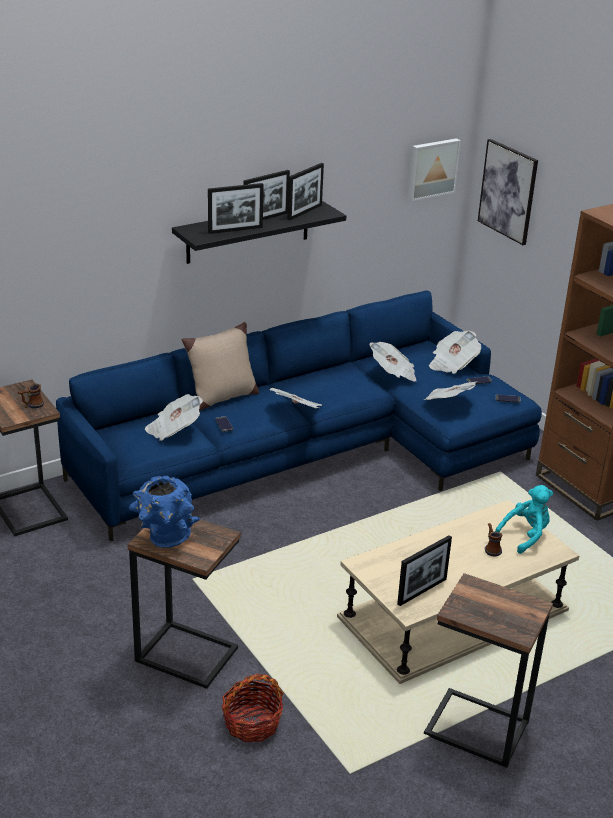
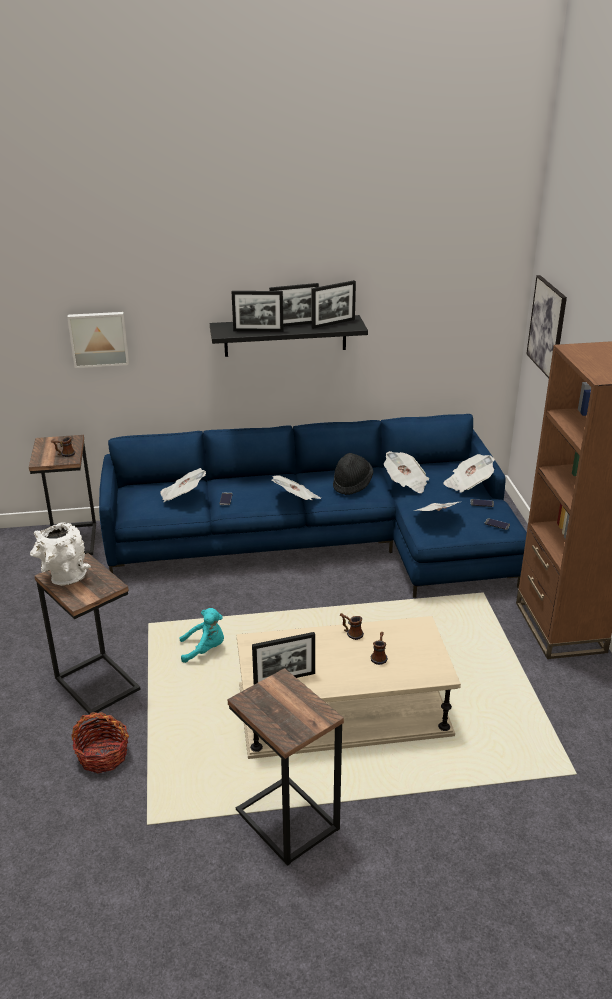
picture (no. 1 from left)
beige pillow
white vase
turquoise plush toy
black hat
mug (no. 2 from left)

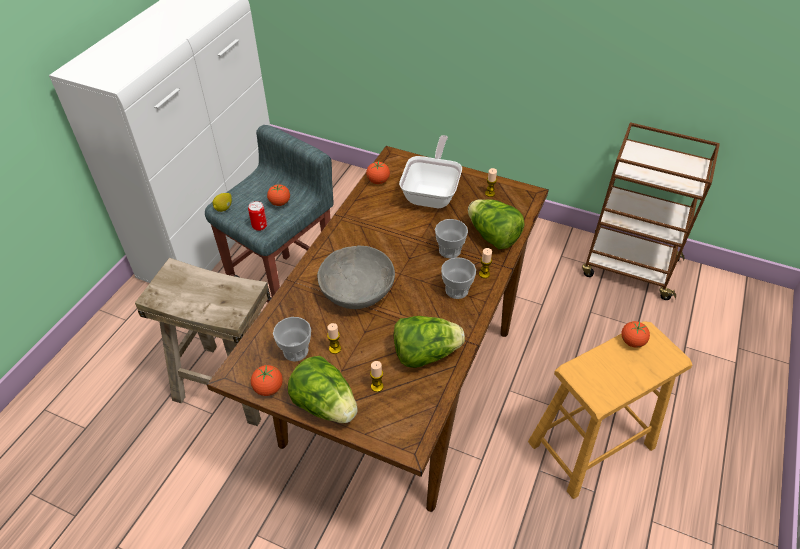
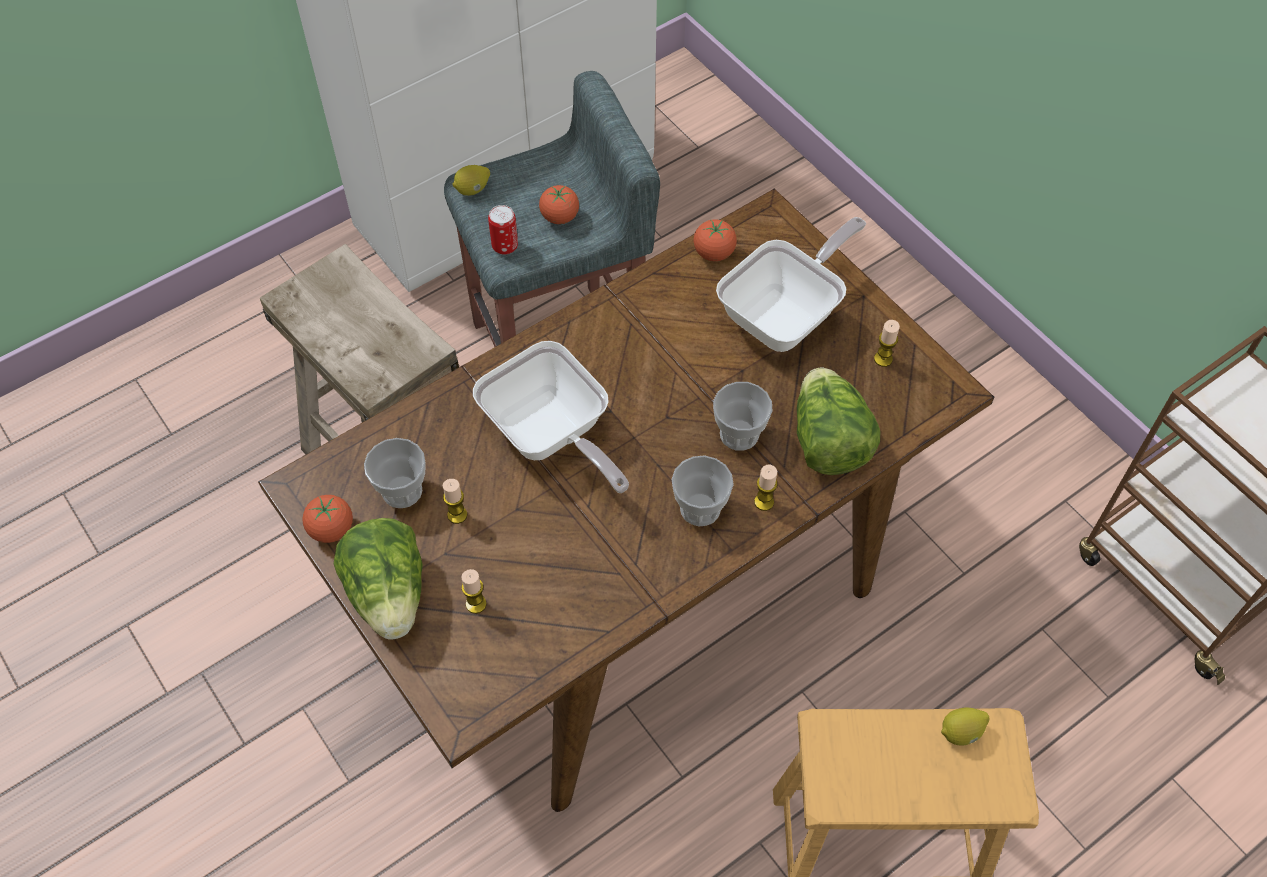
frying pan (no. 1 from left)
lettuce (no. 2 from left in the first image)
lemon (no. 2 from left)

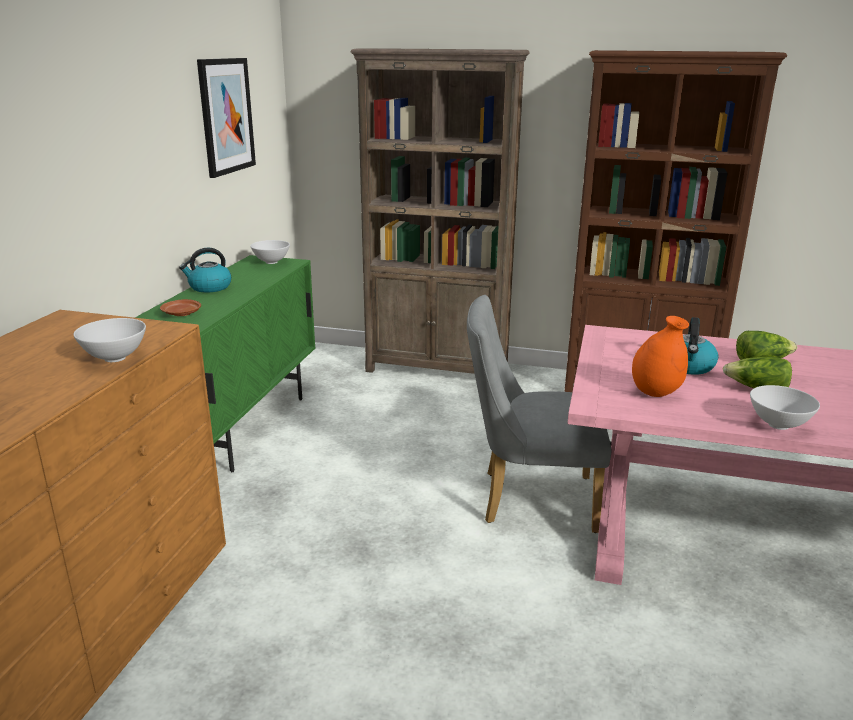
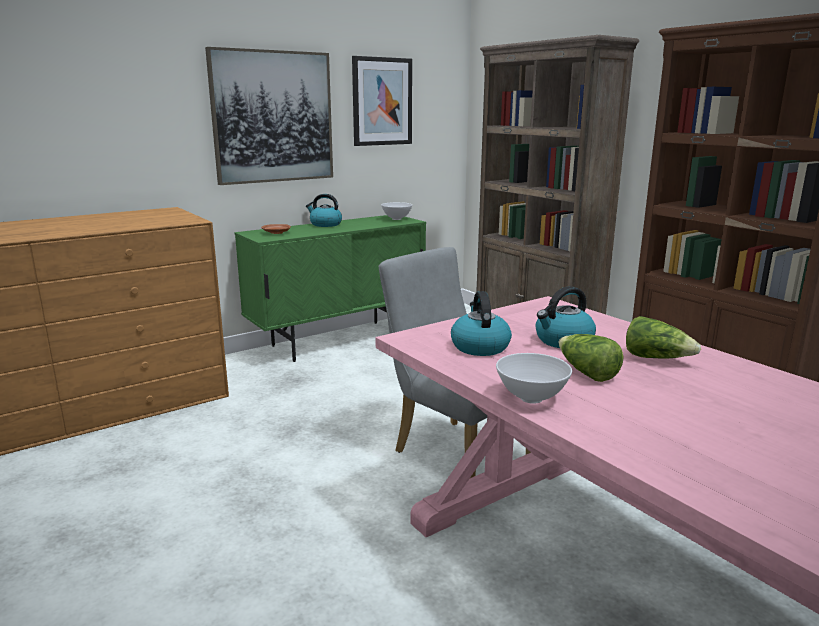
kettle (no. 2 from left)
white bowl (no. 1 from left in the first image)
picture (no. 1 from left)

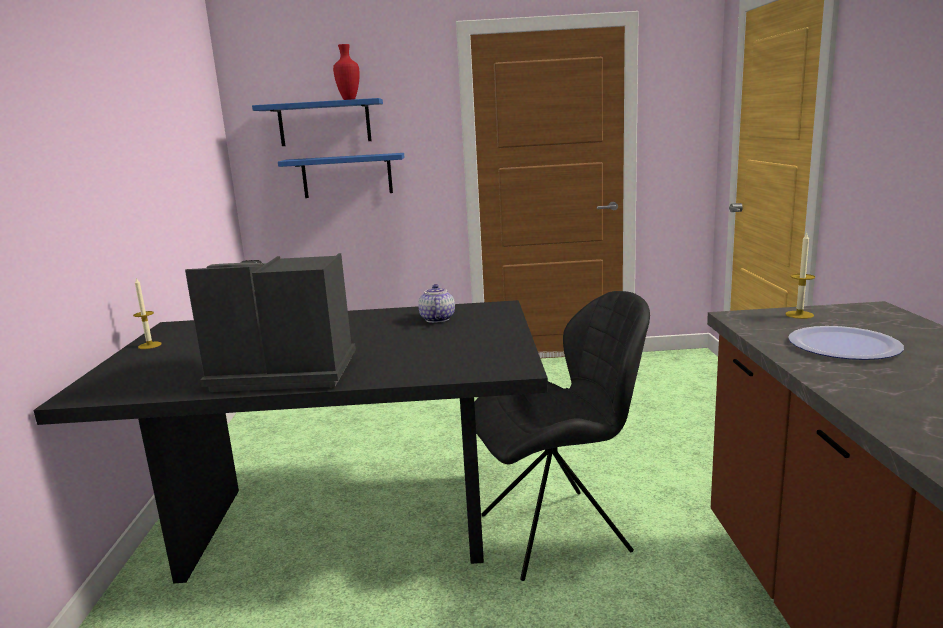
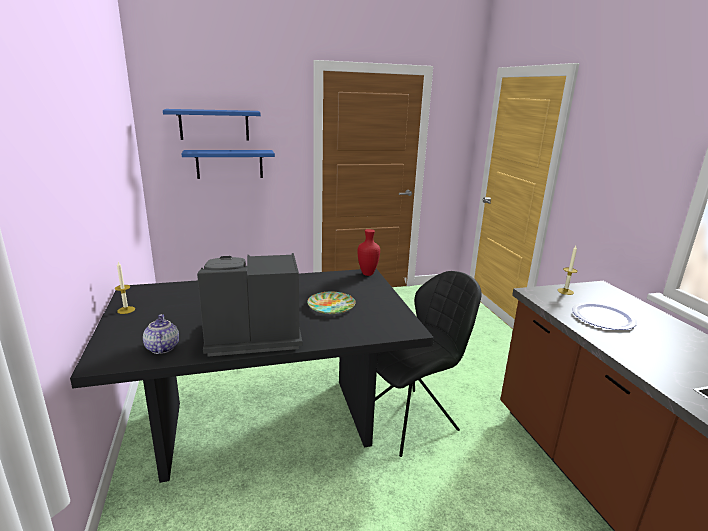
red vase
teapot
plate (no. 1 from left)

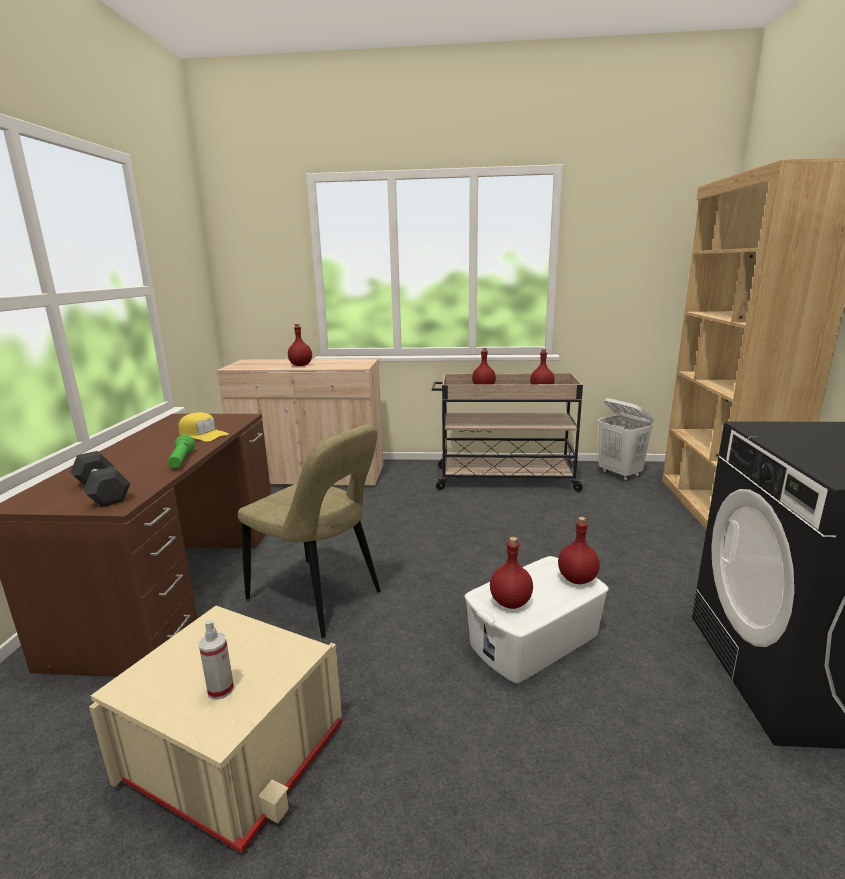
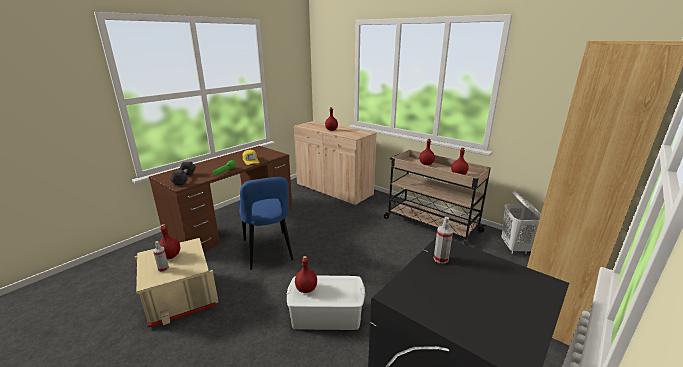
blue chair
red bottle (no. 1 from left)
spray bottle (no. 2 from left)

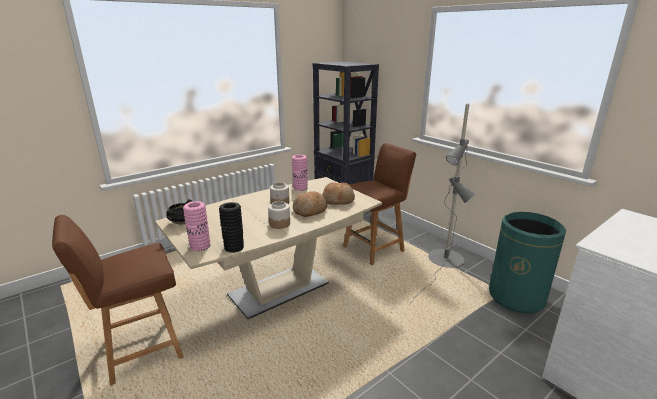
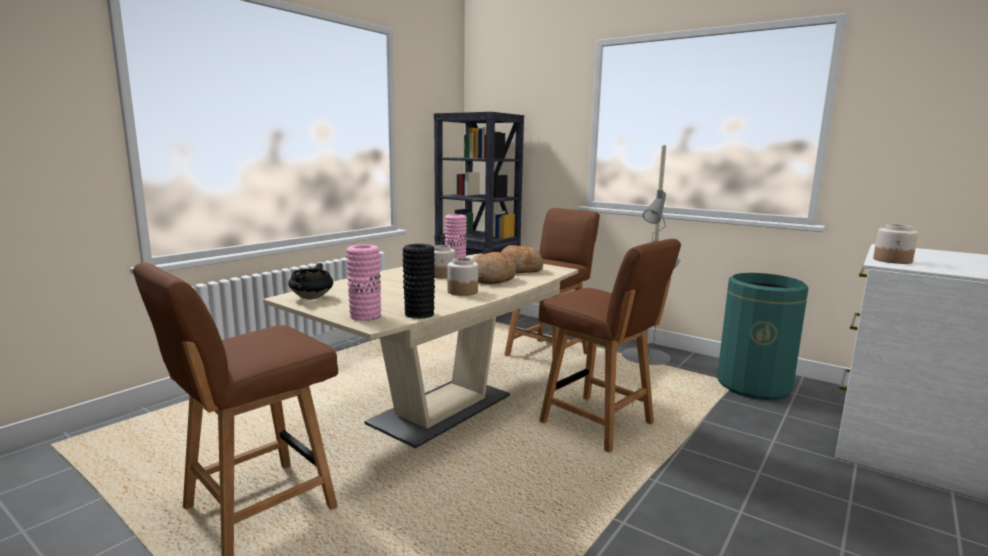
jar (no. 3 from left)
brown chair (no. 3 from left)

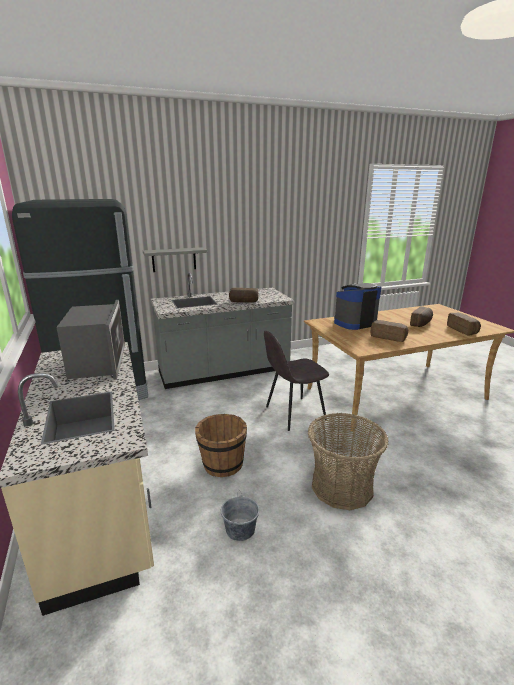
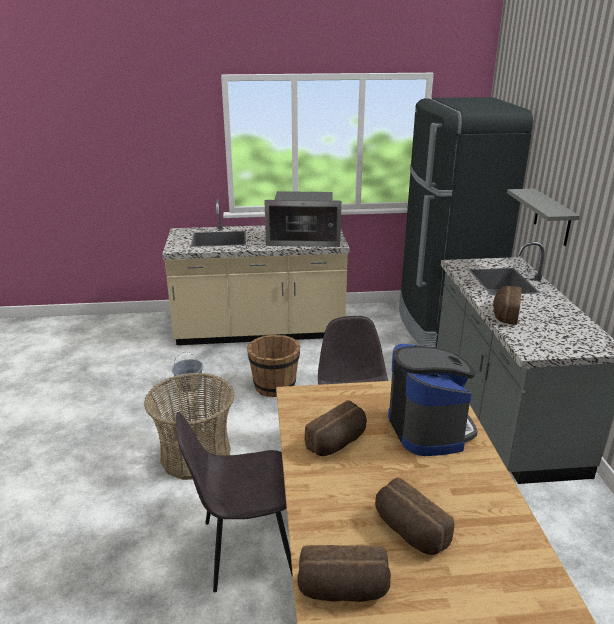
grey chair (no. 1 from left)

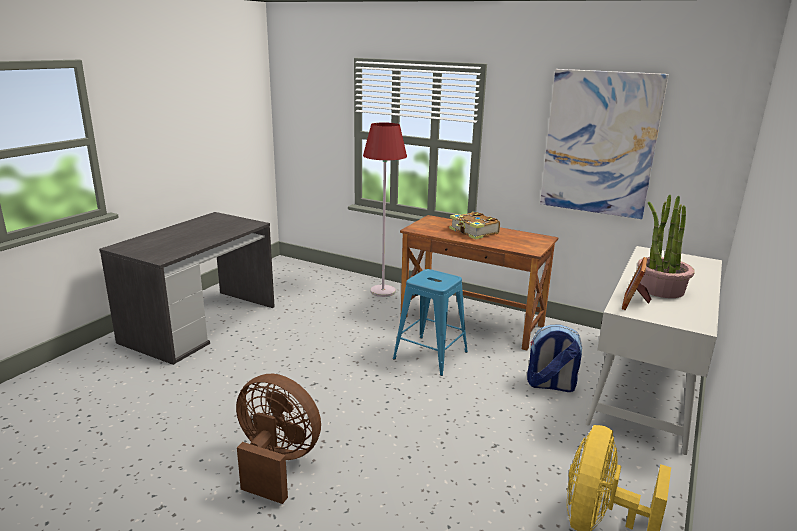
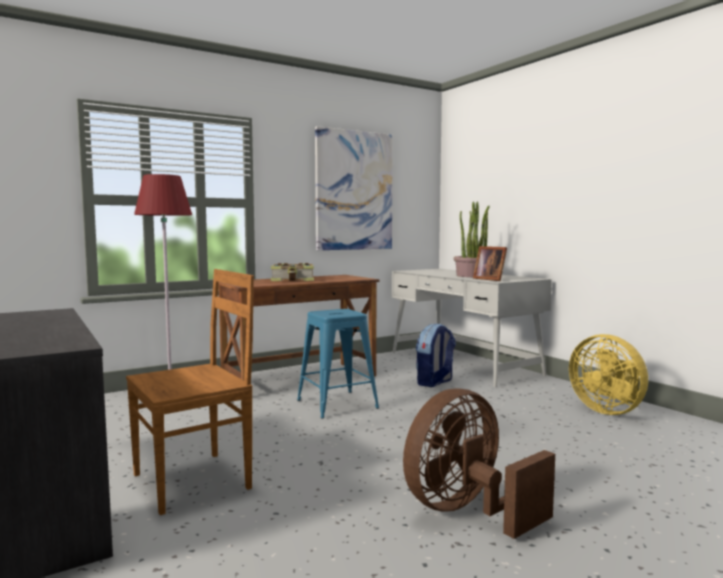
brown chair

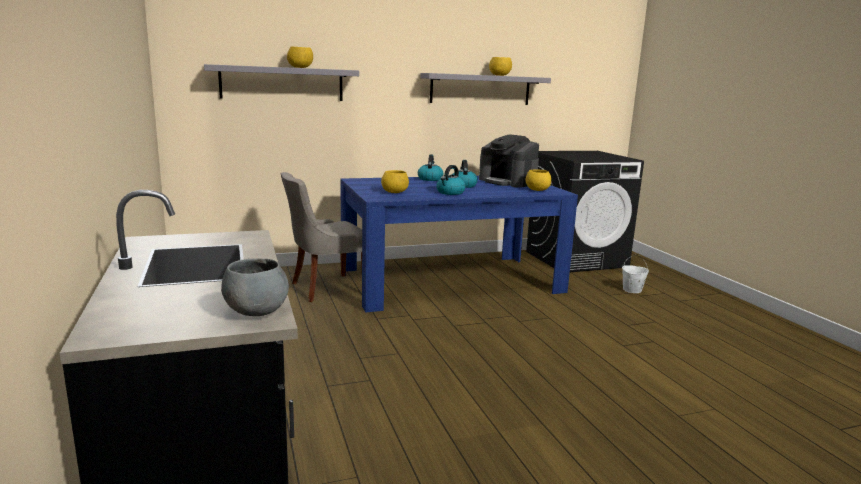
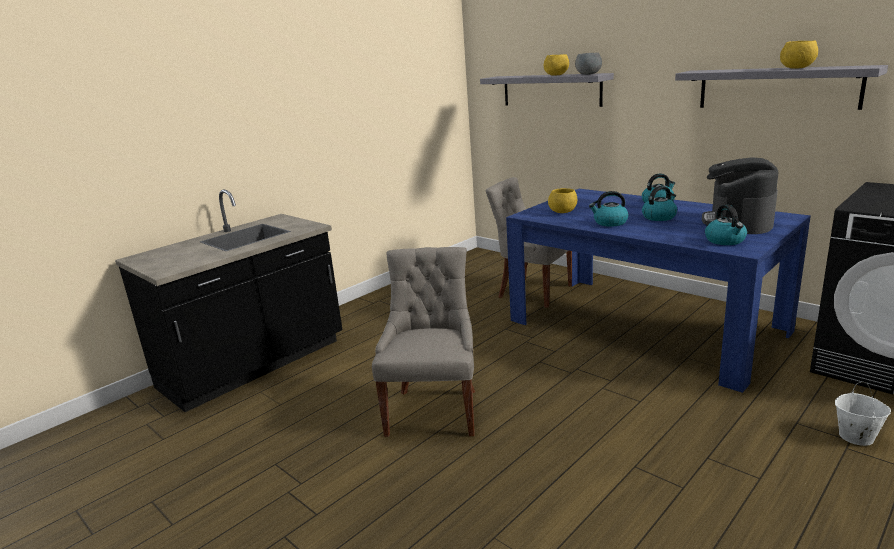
kettle (no. 4 from left)
grey bowl
grey chair (no. 1 from left)

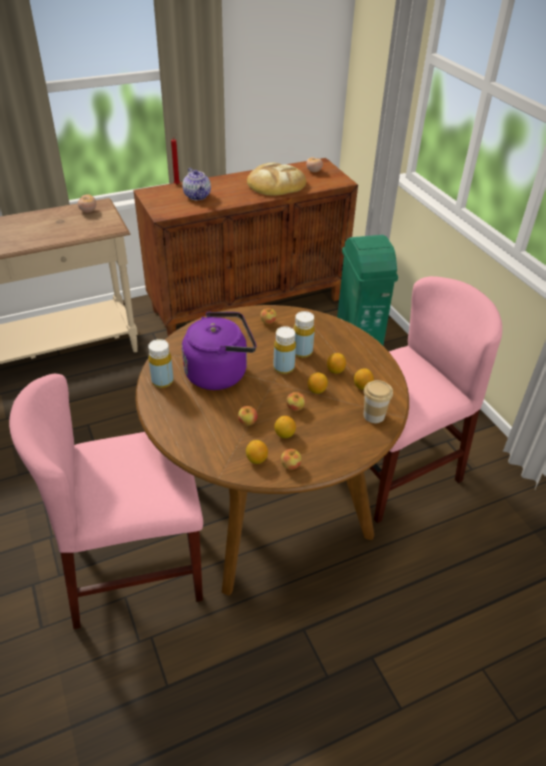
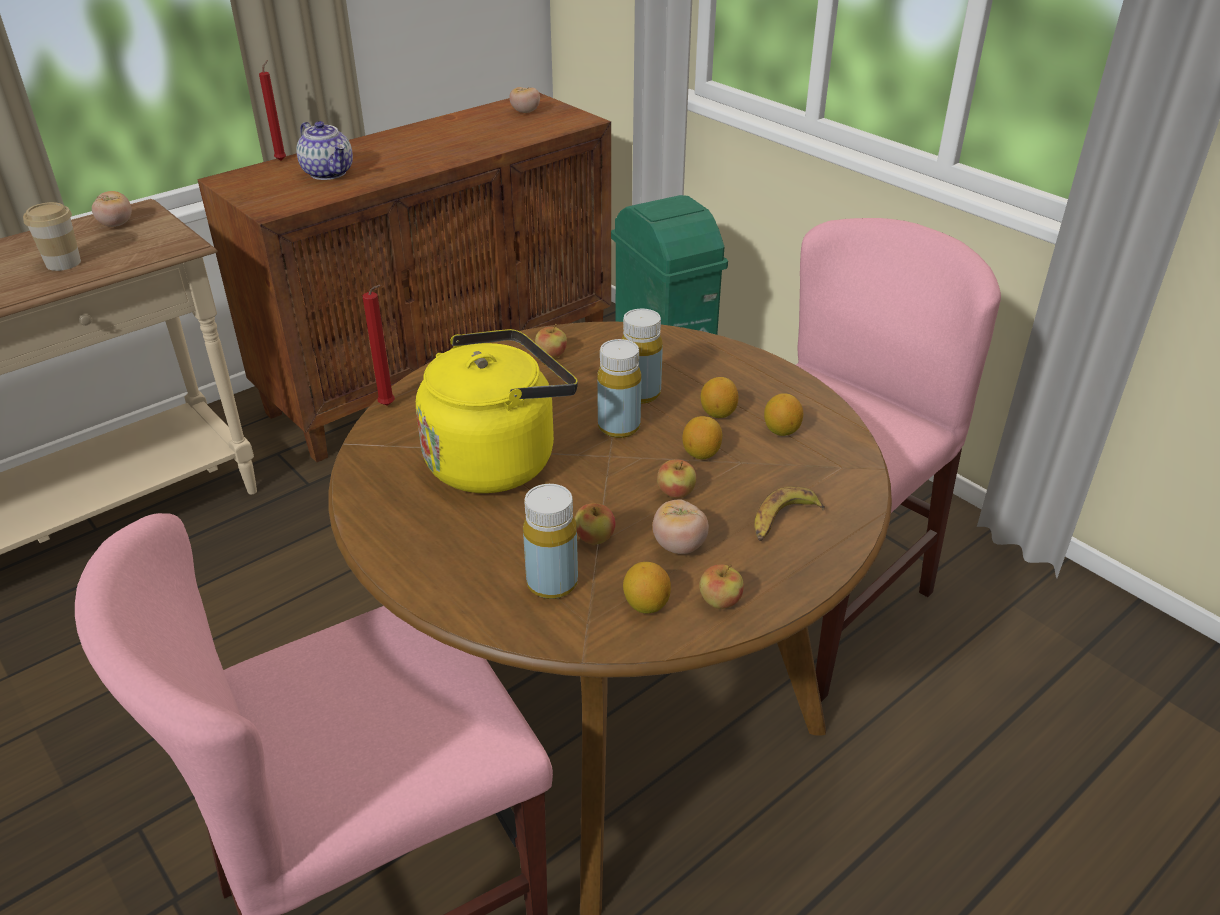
bread
yellow kettle
yellow bottle (no. 1 from left)
cup
tomato (no. 3 from left)
red candle (no. 2 from left)
banana

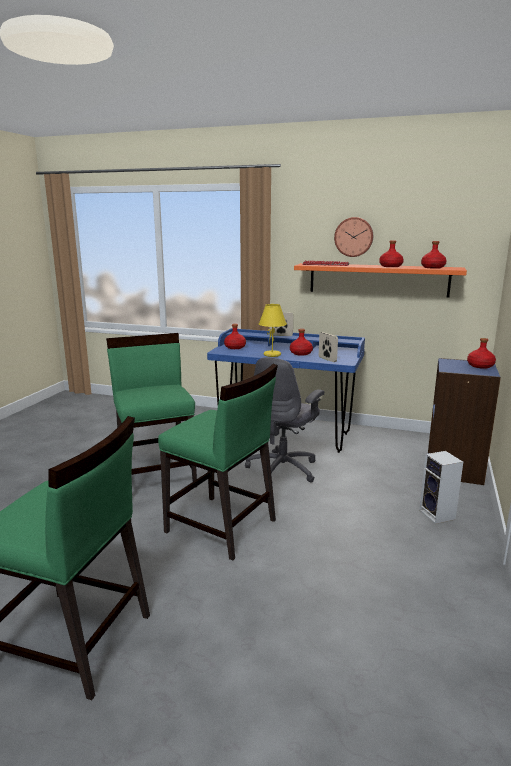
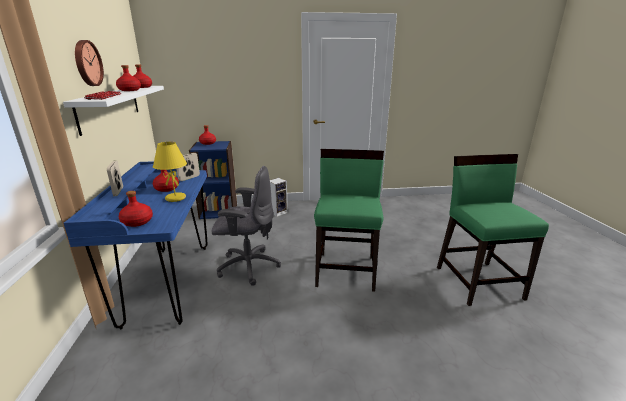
white shelf
green chair (no. 2 from left in the first image)

